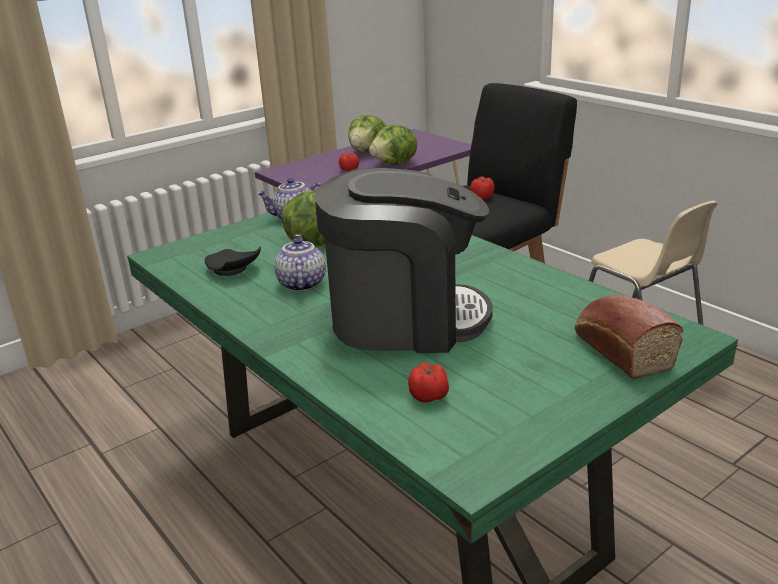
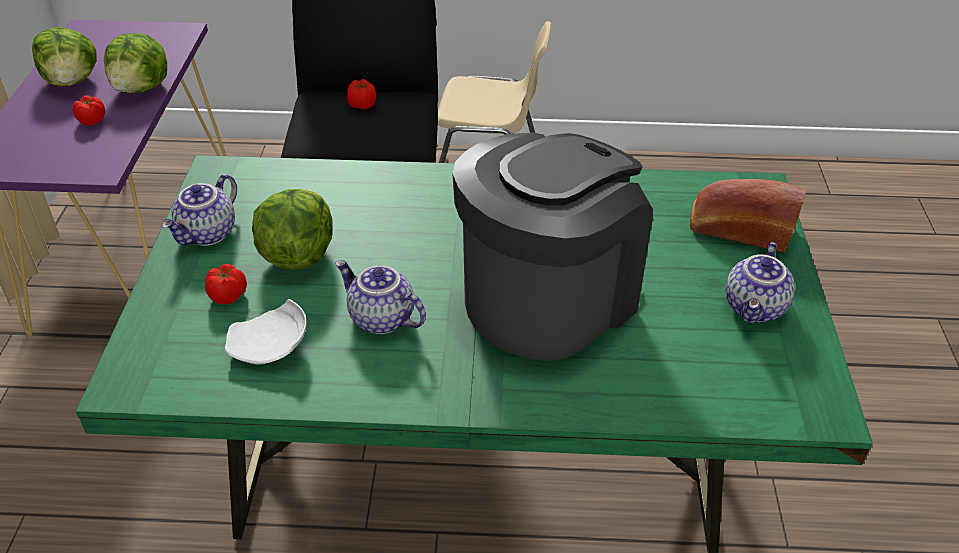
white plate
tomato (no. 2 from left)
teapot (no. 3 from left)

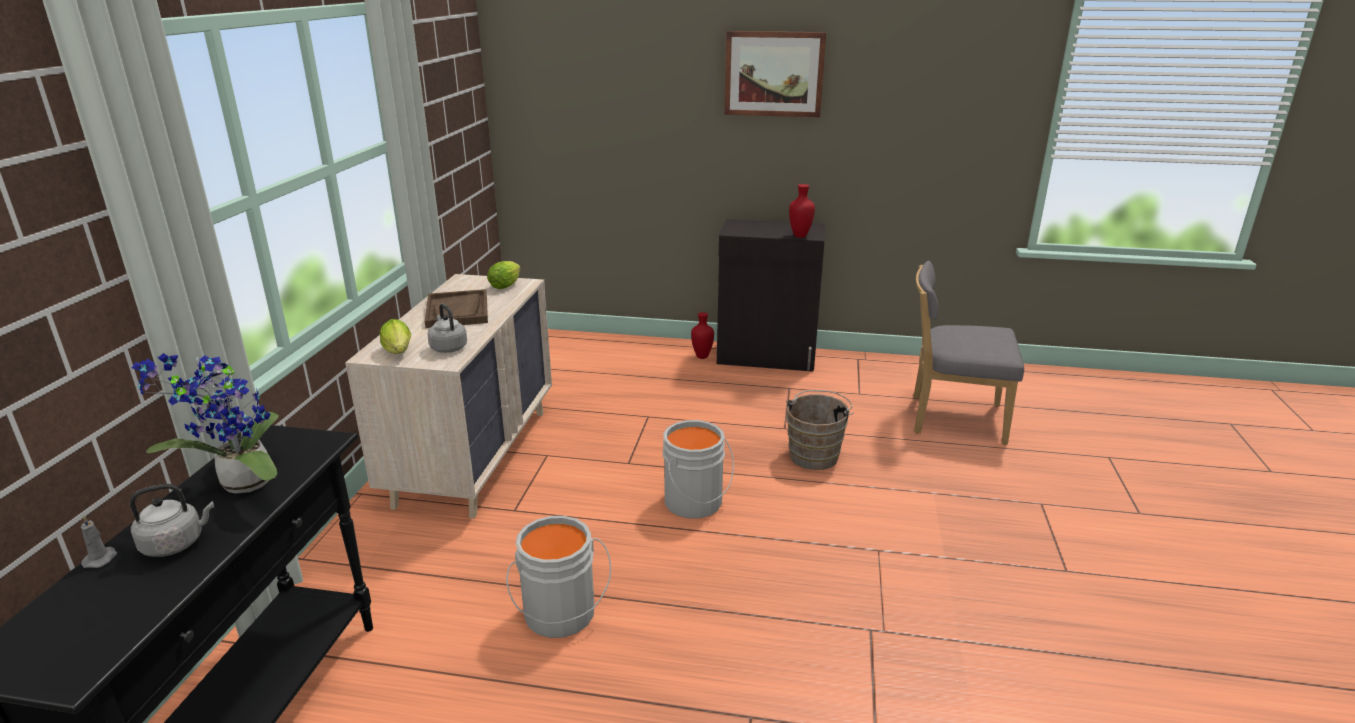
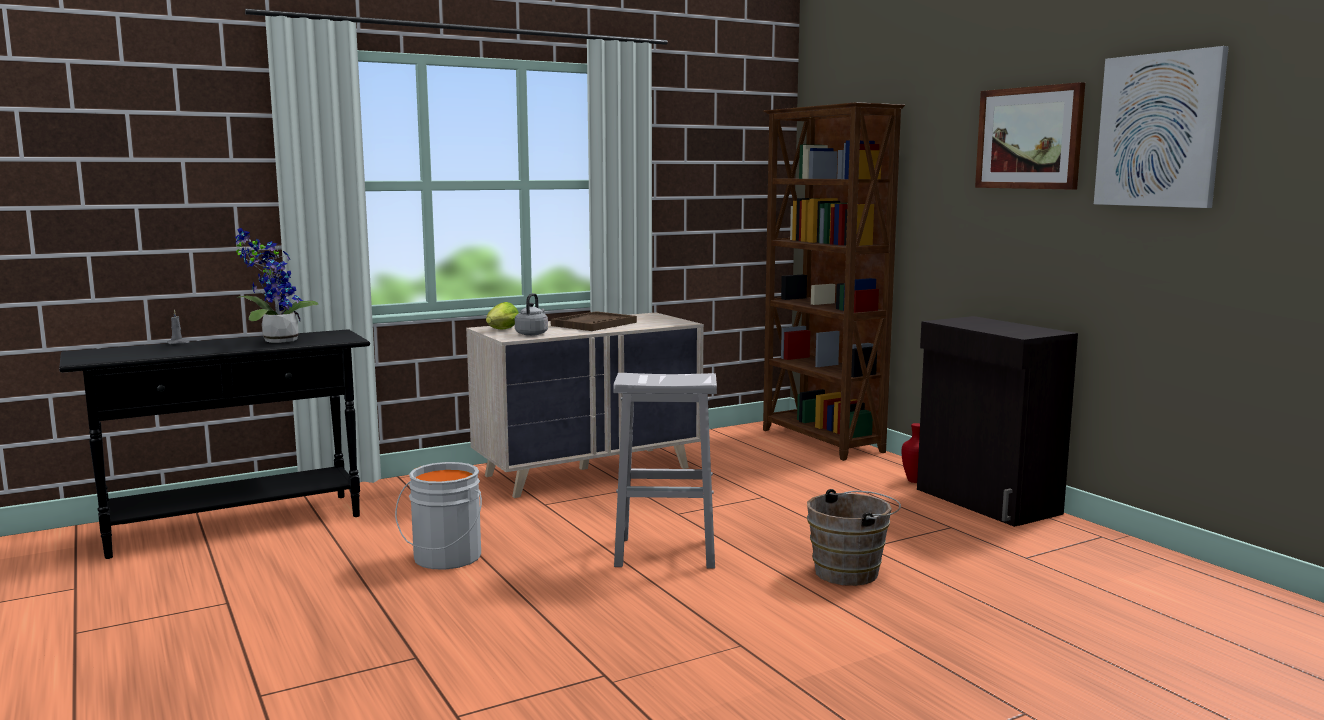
red vase (no. 2 from left in the first image)
lettuce (no. 2 from left in the first image)
grey chair
white stool
grey kettle (no. 1 from left in the first image)
picture (no. 2 from left)
brown bookcase

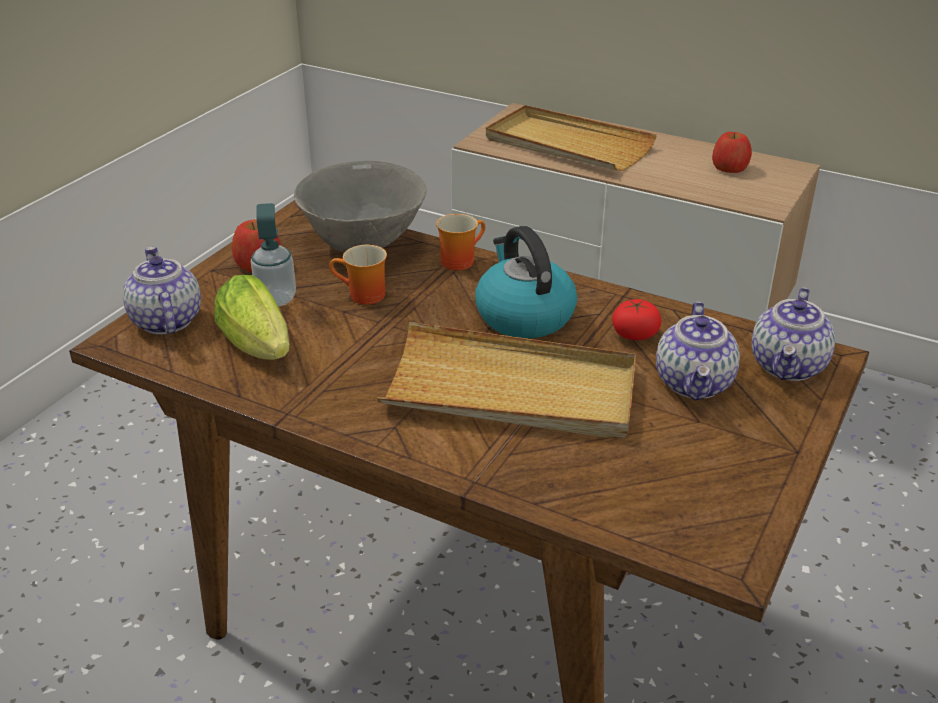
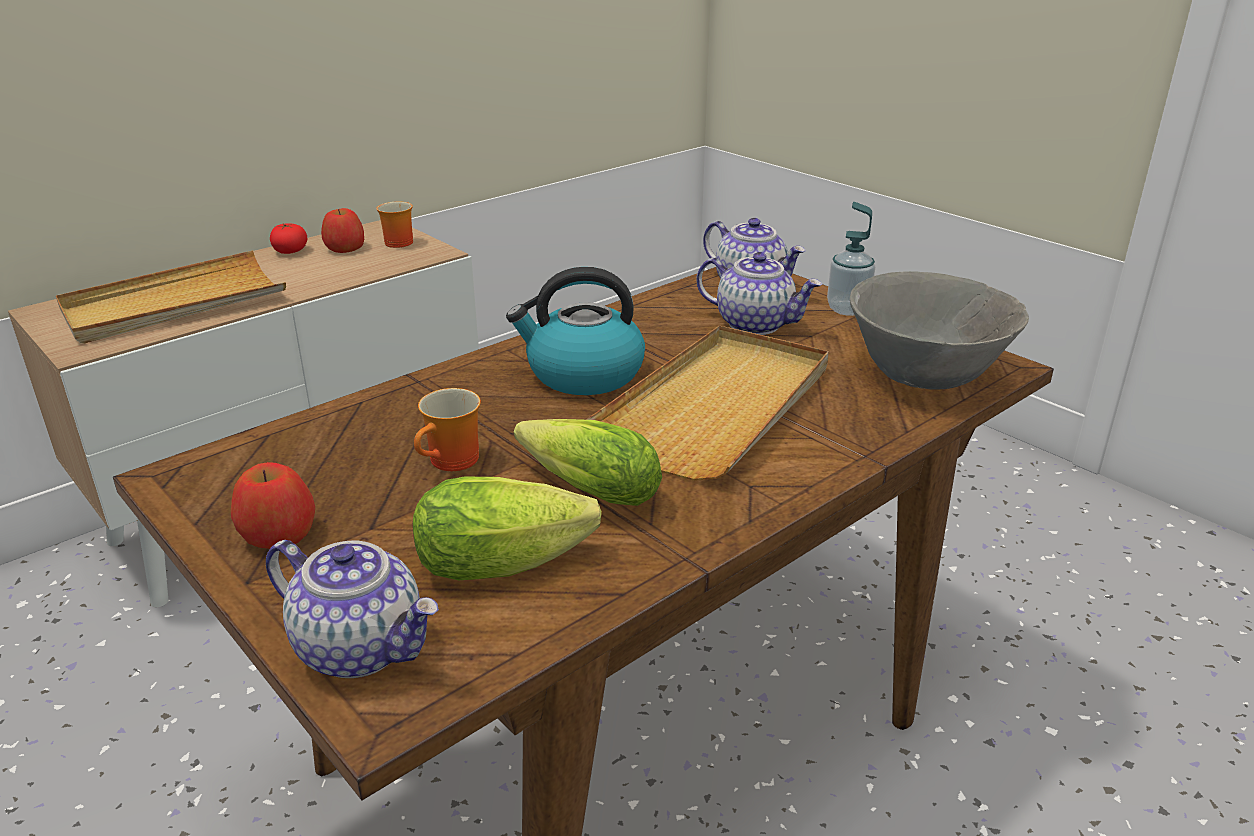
grey bowl
soap dispenser
mug (no. 1 from left)
teapot (no. 1 from left)
tomato
lettuce (no. 2 from left)

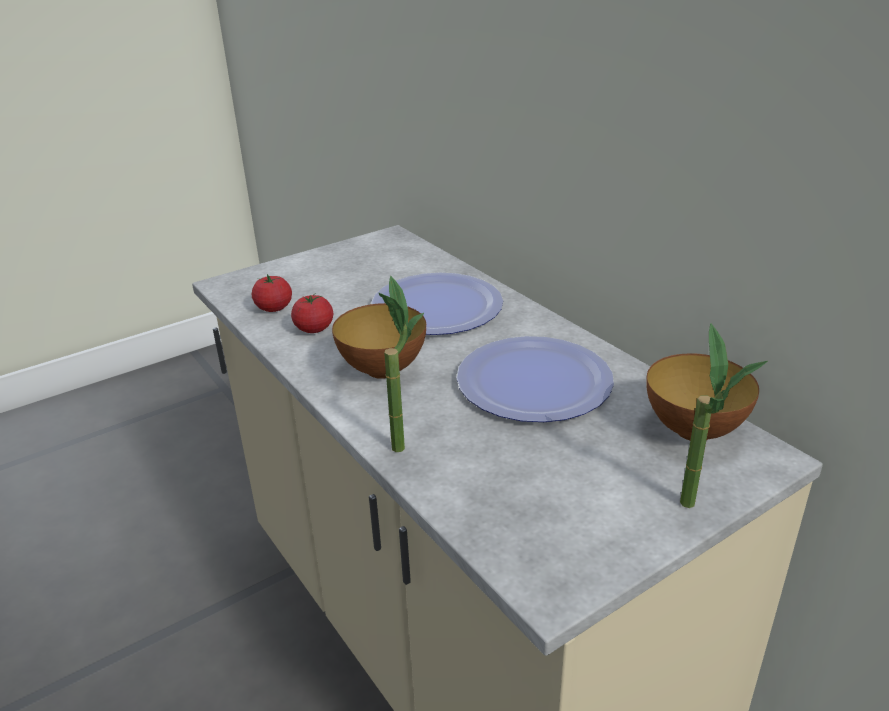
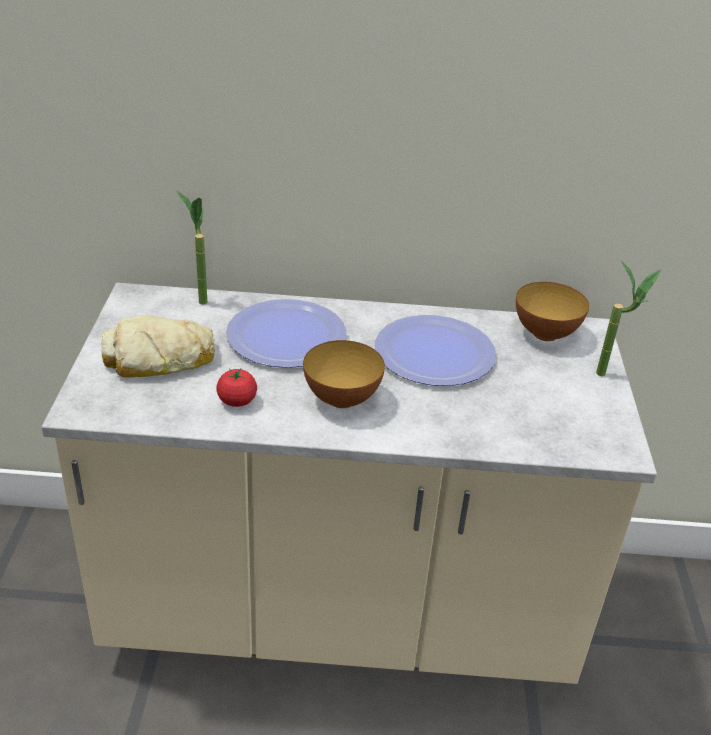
tomato (no. 1 from left in the first image)
potted plant (no. 1 from left)
bread

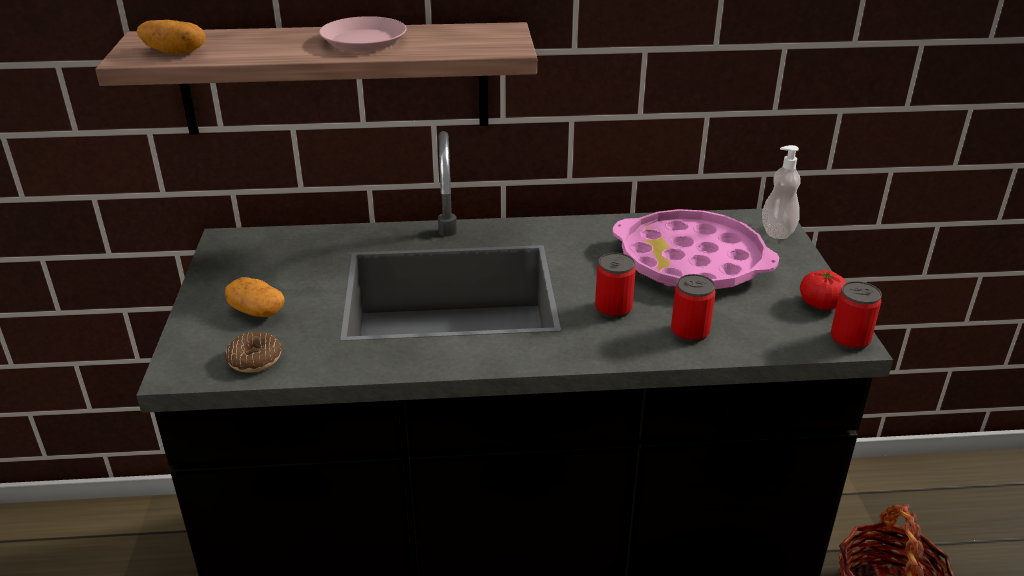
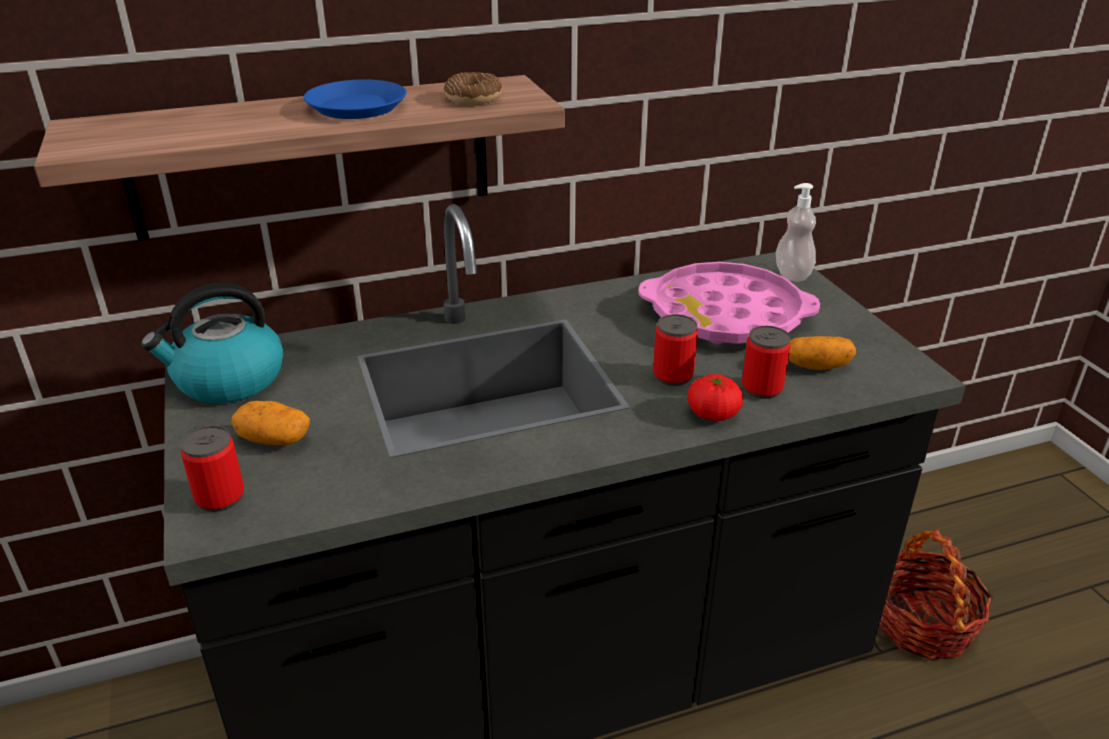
blue plate
potato (no. 2 from left)
tomato
can (no. 1 from left)
donut
kettle

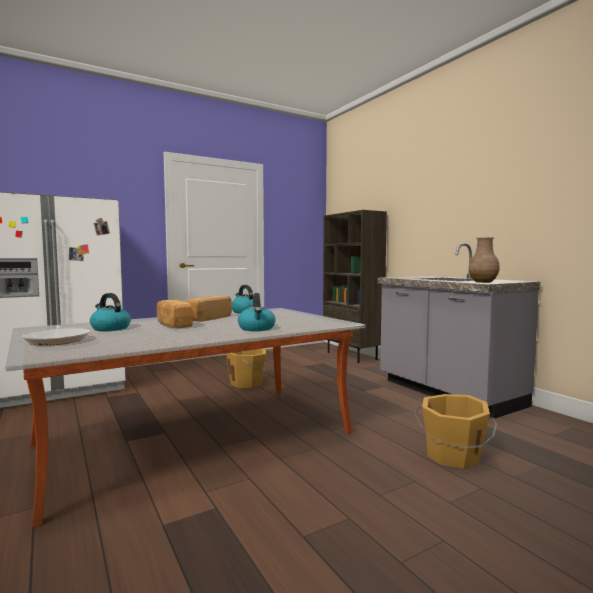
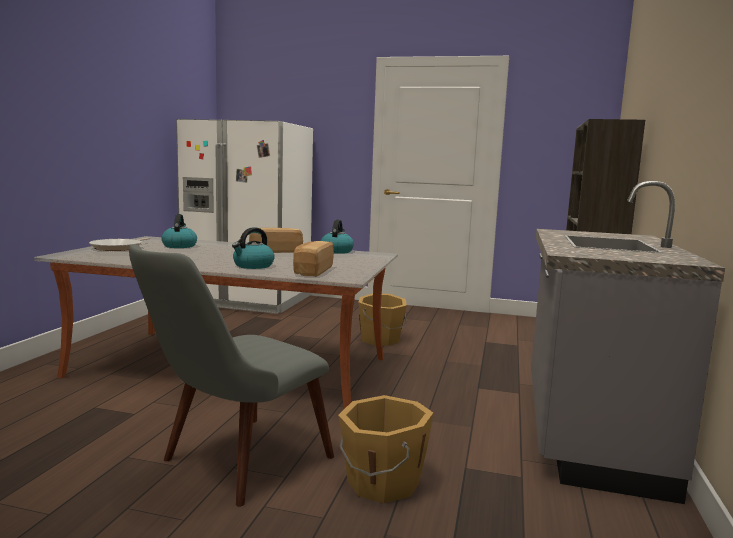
brown vase
bread (no. 2 from left)
grey chair

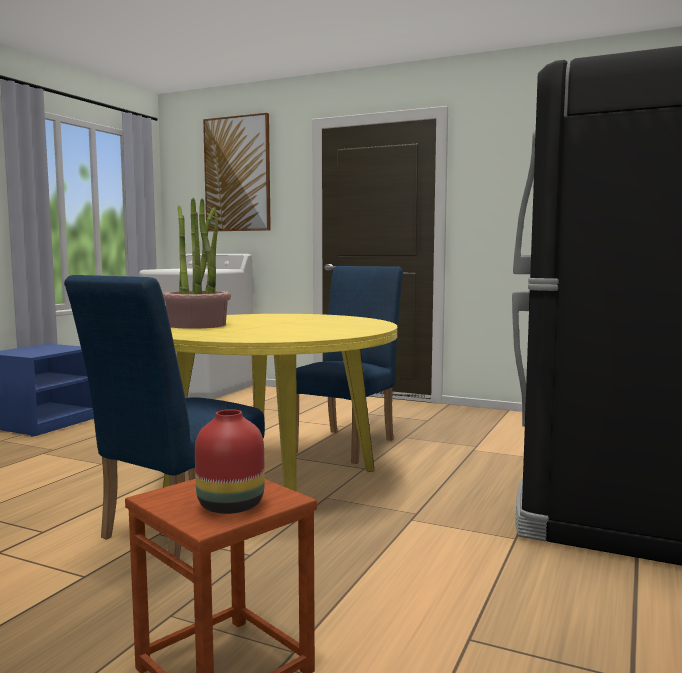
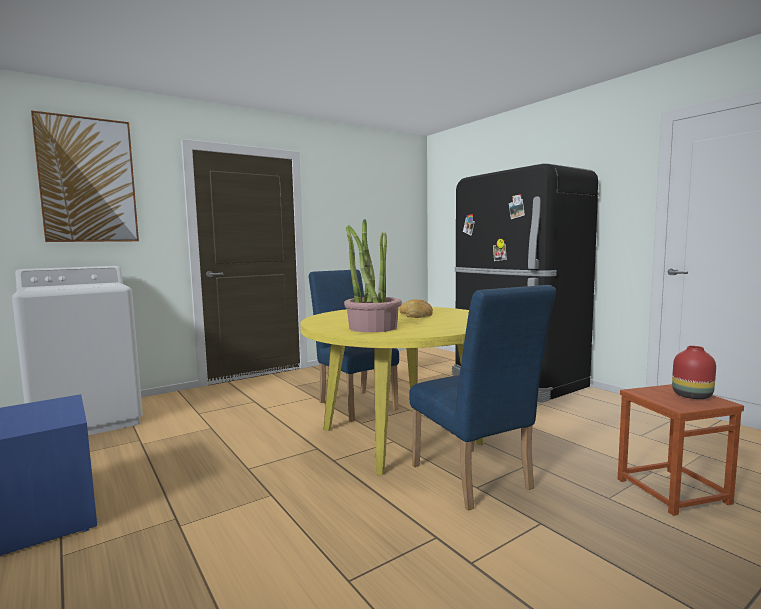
bread

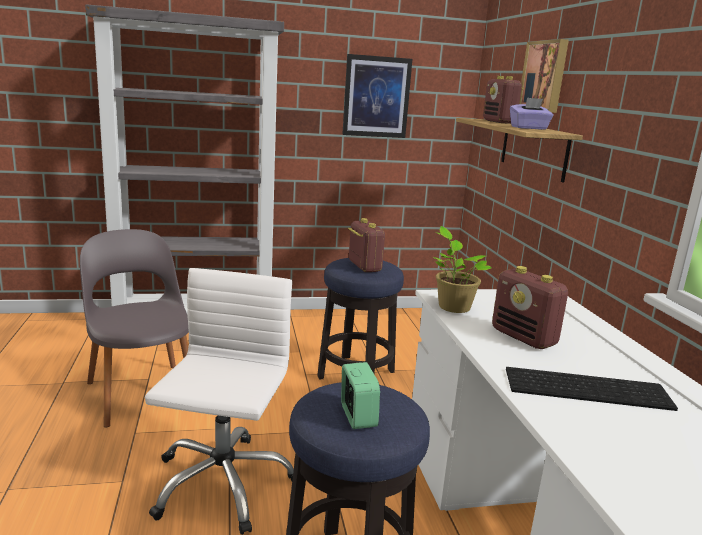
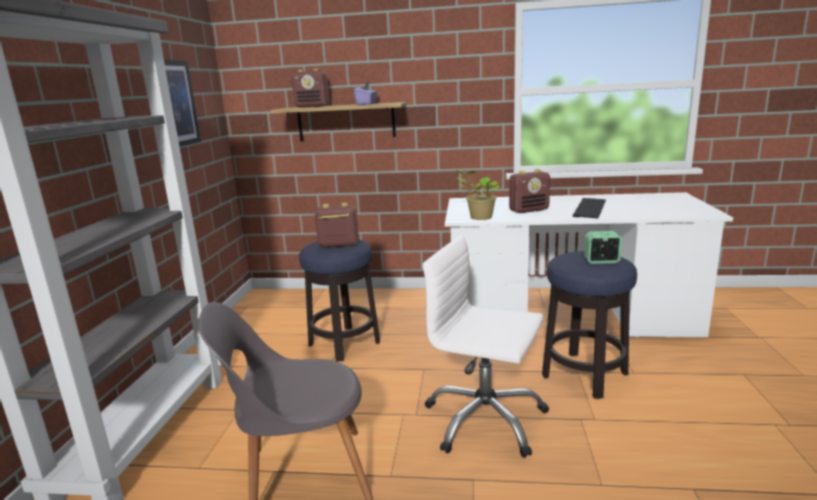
picture (no. 2 from left in the first image)

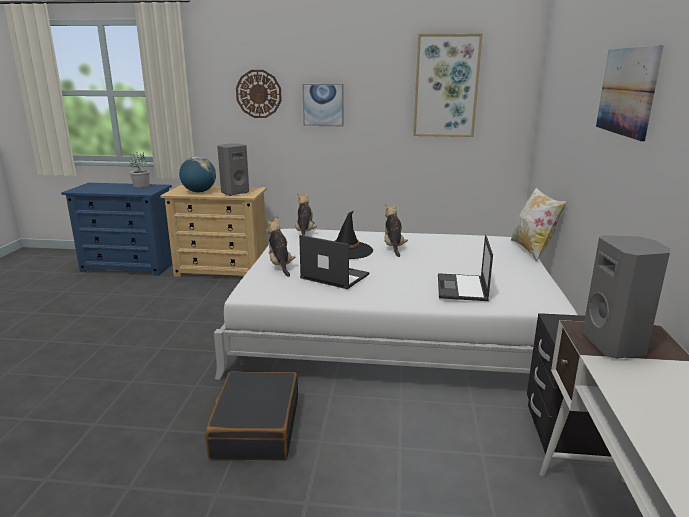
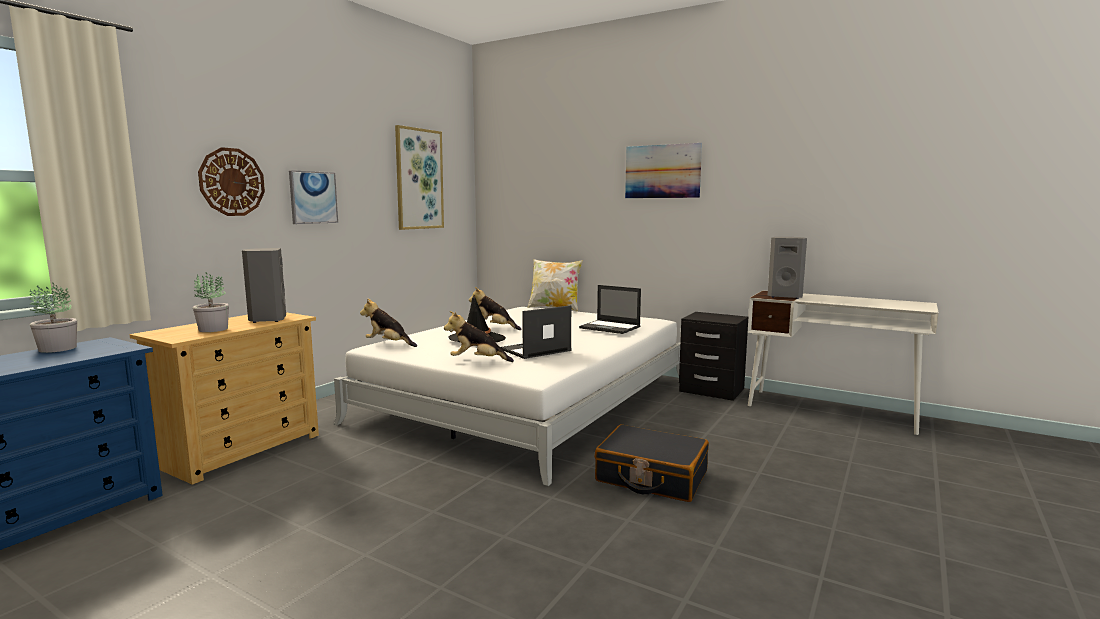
potted plant (no. 2 from left)

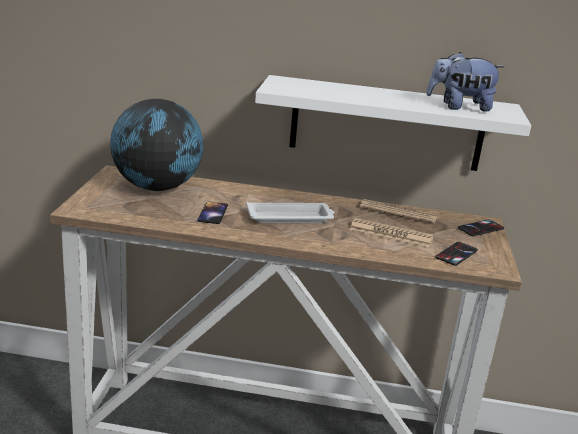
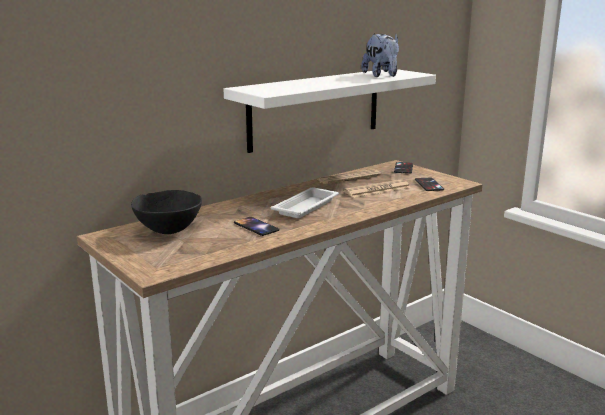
plush toy
black bowl

